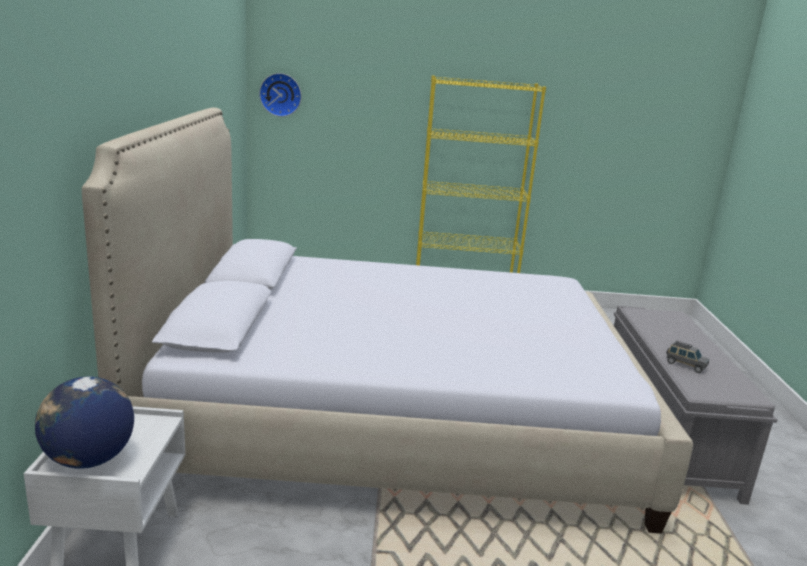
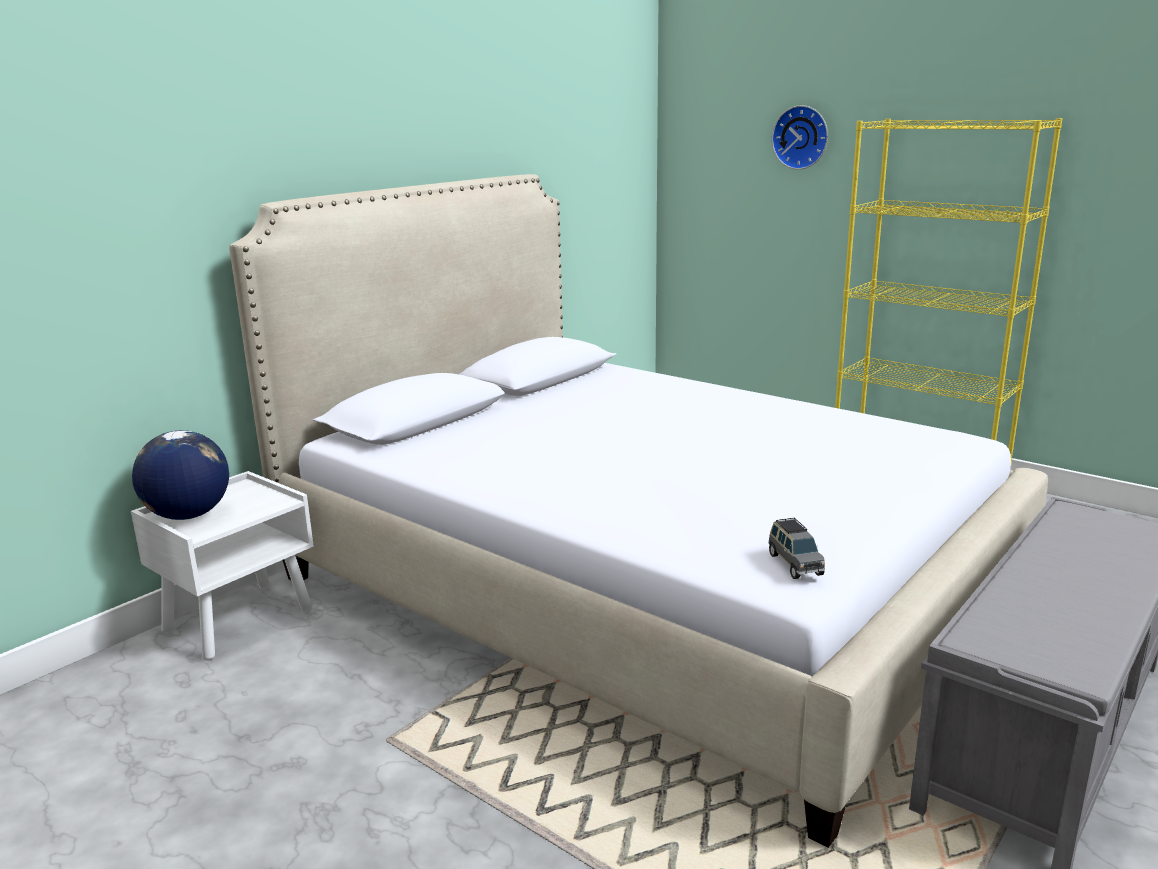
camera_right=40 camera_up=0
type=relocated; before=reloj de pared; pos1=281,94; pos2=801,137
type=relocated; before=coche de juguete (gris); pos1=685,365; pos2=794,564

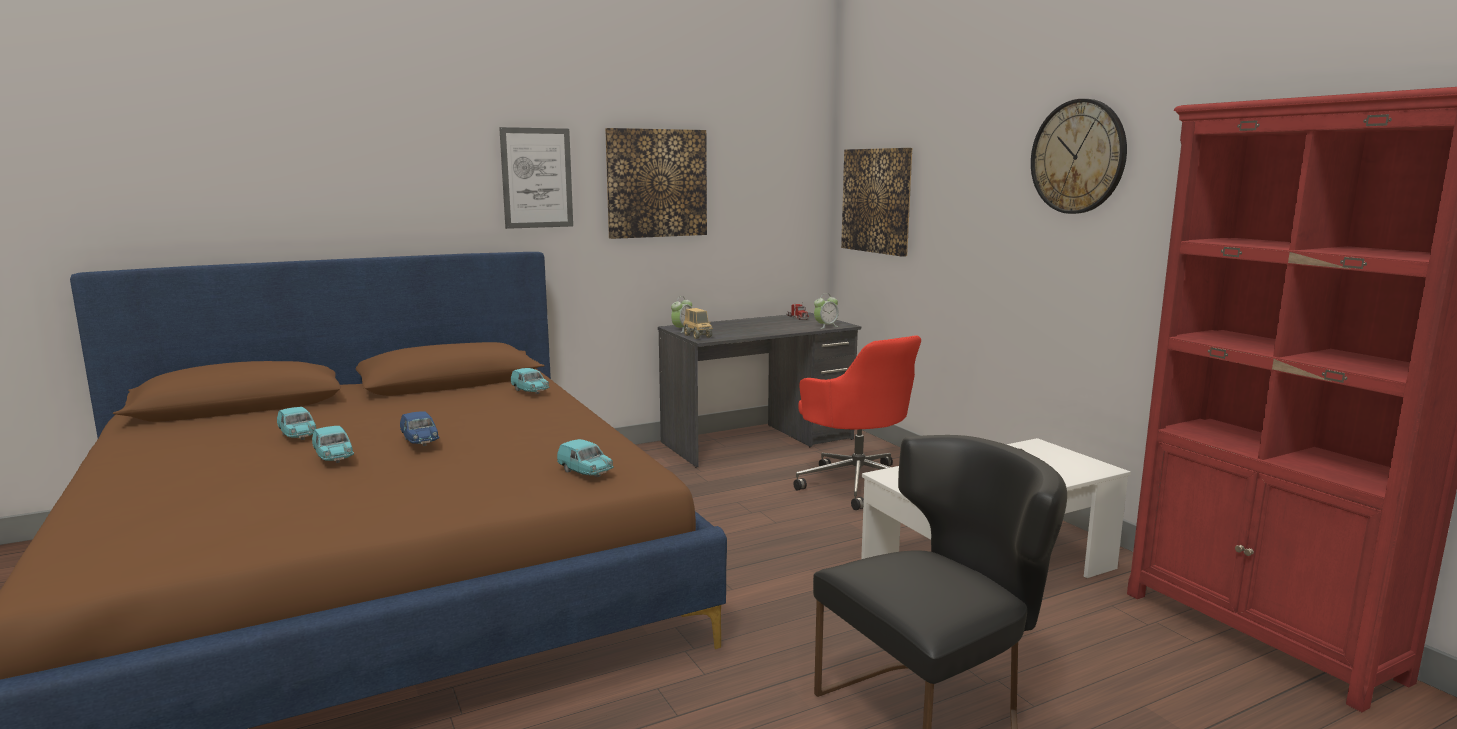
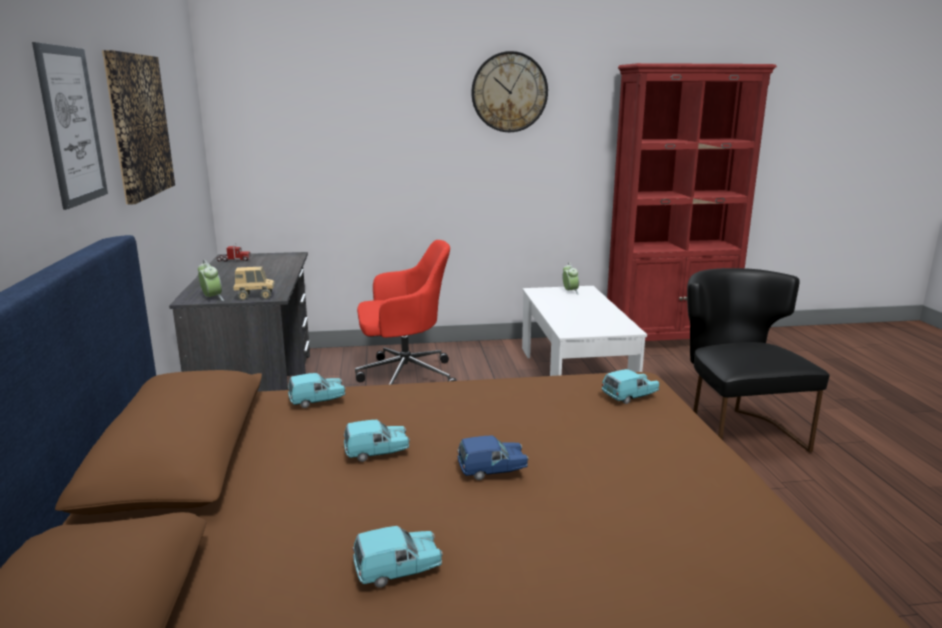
camera_right=-70 camera_up=5
type=relocated; before=coche de juguete (turquesa); pos1=334,458; pos2=376,452
type=relocated; before=despertador; pos1=825,326; pos2=570,292
type=missing; before=cuadro; pos1=877,200

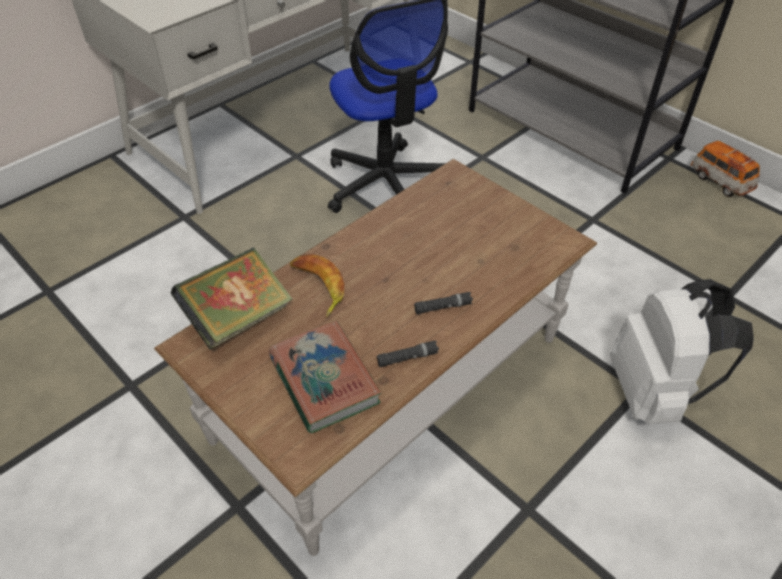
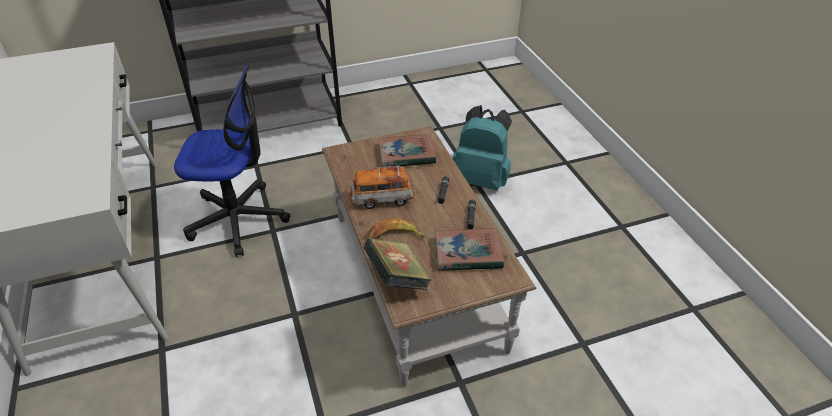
camera_right=-65 camera_up=-5
type=colour; before=mochila (blanco); after=mochila (turquesa); pos1=654,393; pos2=481,179
type=relocated; before=coche de juguete; pos1=720,181; pos2=382,199
type=appeared; after=libro; pos2=406,155

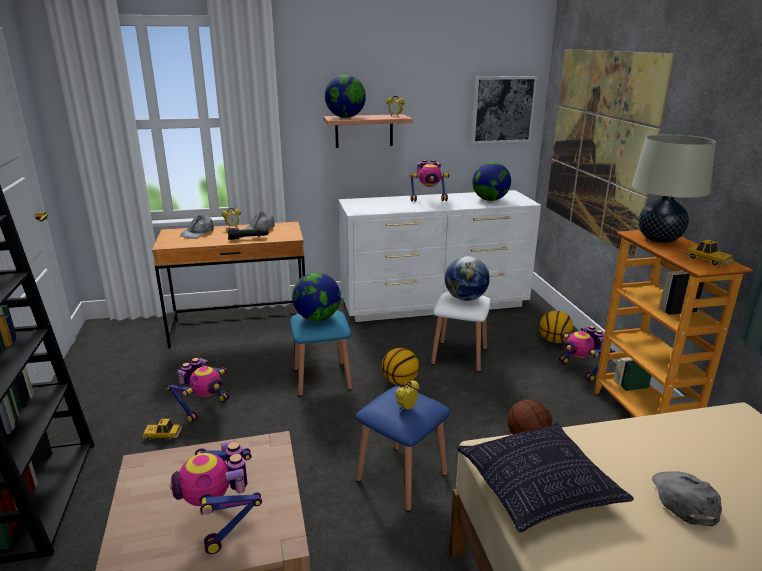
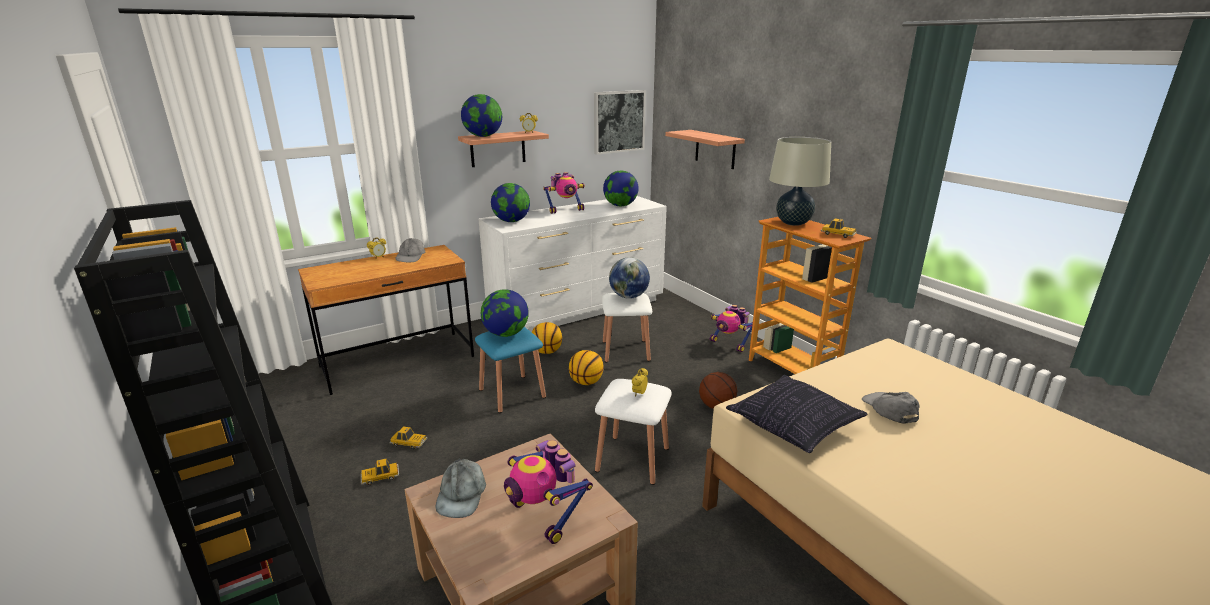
camera_right=-20 camera_up=0
type=exchanged; before=robot de juguete; after=coche de juguete; pos1=204,407; pos2=409,443
type=relocated; before=gorra (gris); pos1=198,232; pos2=461,494
type=missing; before=linterna (negro); pos1=248,238
type=colour; before=taburete (azul); after=taburete (blanco); pos1=401,477; pos2=632,459
type=relocated; before=balón de baloncesto; pos1=554,341; pos2=547,351
type=exchanged; before=cuadro; after=estante; pos1=598,145; pos2=715,149
type=appeared; after=globo terráqueo; pos2=511,221

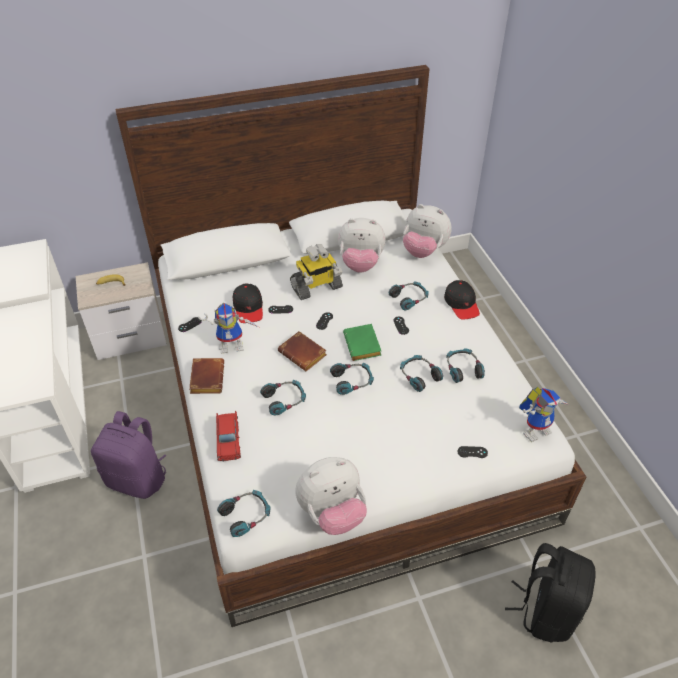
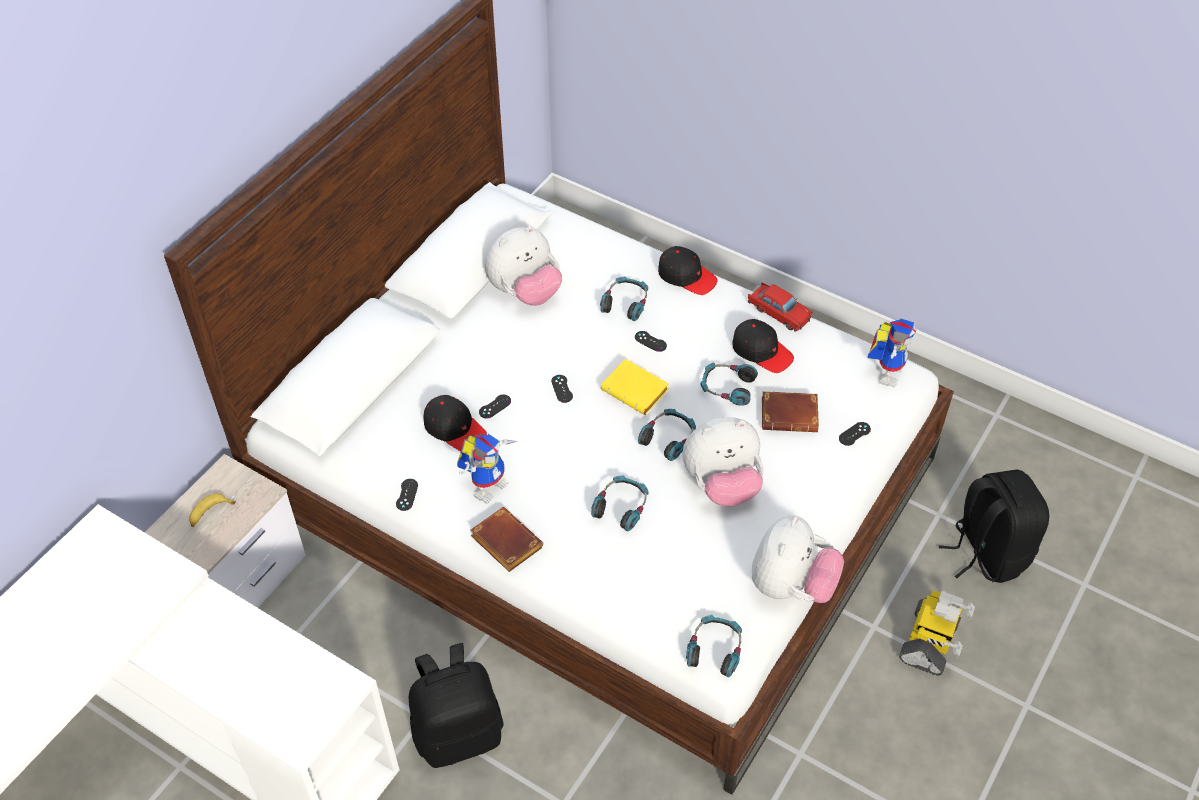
camera_right=-40 camera_up=5
type=colour; before=mochila (morado); after=mochila (negro); pos1=138,479; pos2=459,733
type=relocated; before=coche de juguete (rojo); pos1=228,440; pos2=779,312
type=relocated; before=libro (marrón); pos1=304,354; pos2=790,415
type=relocated; before=robot de juguete; pos1=316,287; pos2=930,642
type=colour; before=libro (verde); after=libro (amarillo); pos1=363,346; pos2=637,391
type=relocated; before=peluche; pos1=423,251; pos2=722,484
type=exchanged; before=auriculares; after=gorra (negro); pos1=463,369; pos2=762,351

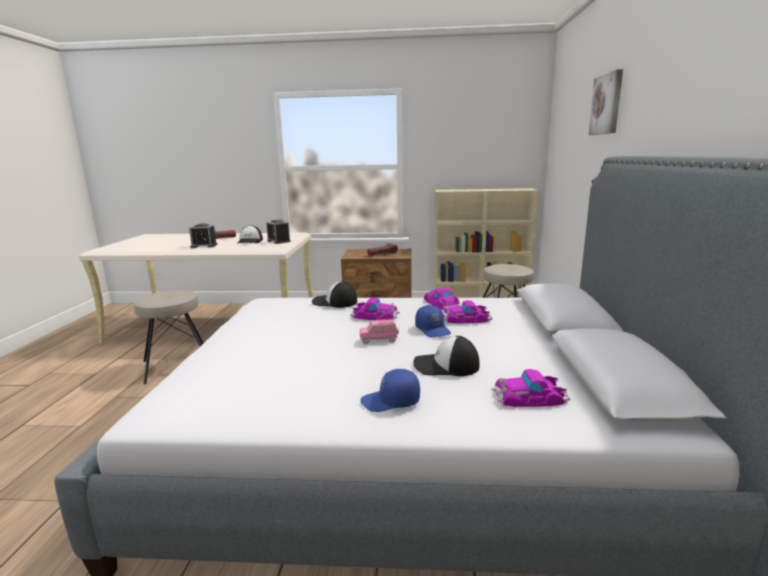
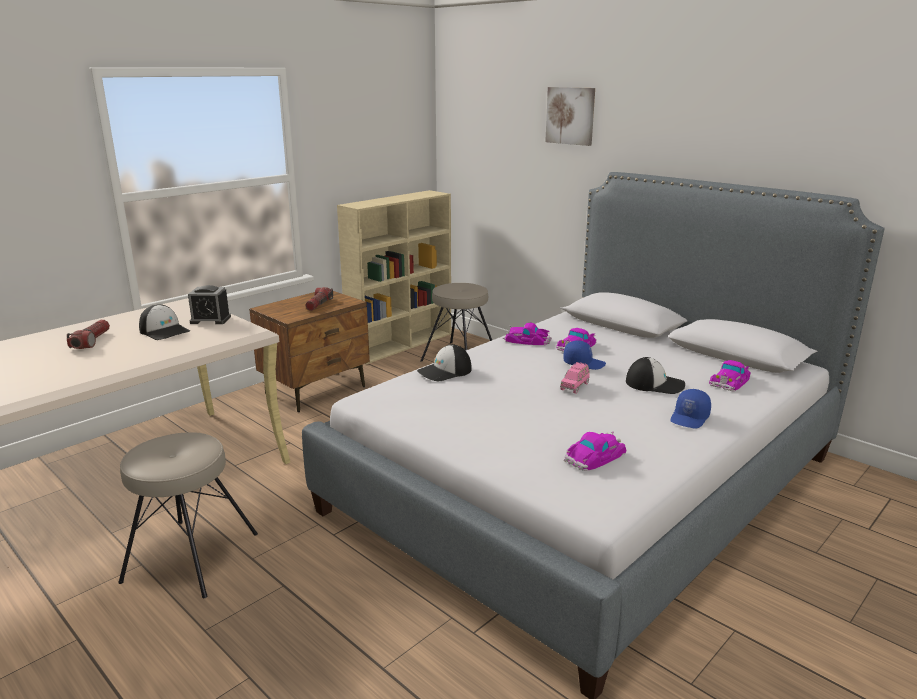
camera_right=-50 camera_up=5
type=missing; before=despertador; pos1=204,246
type=relocated; before=coche de juguete; pos1=375,316; pos2=594,456
type=spun; before=gorra; pos1=445,366; pos2=655,384; turn=-120

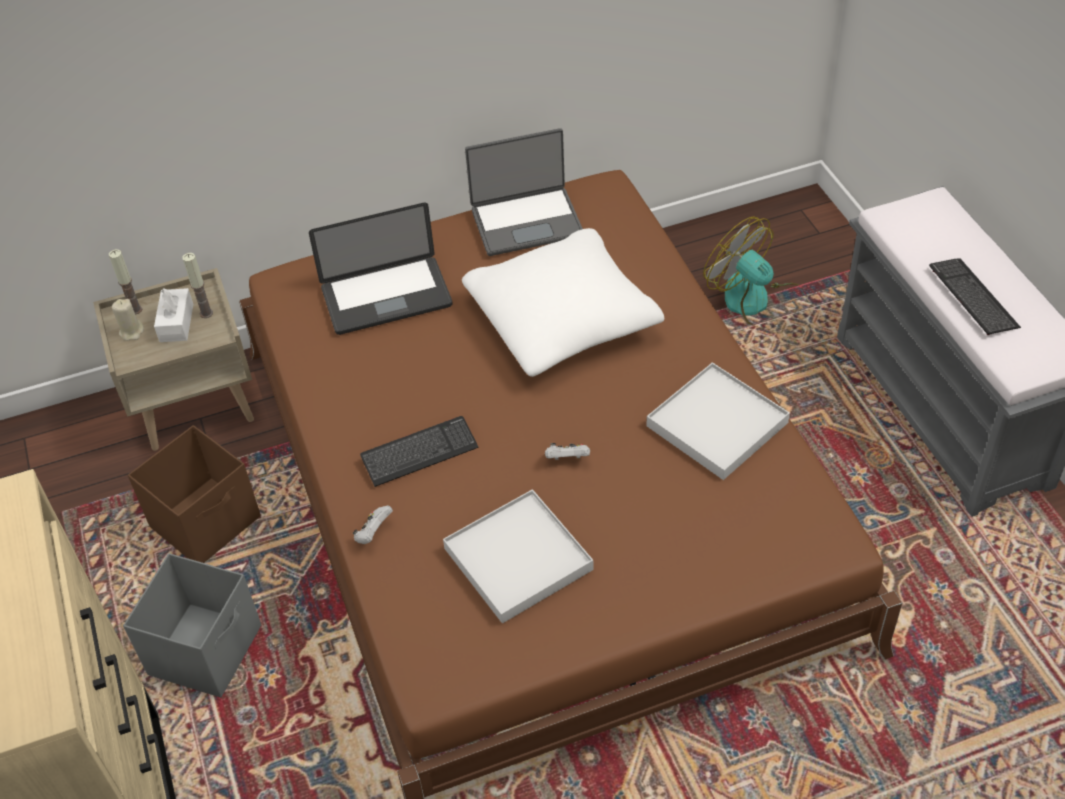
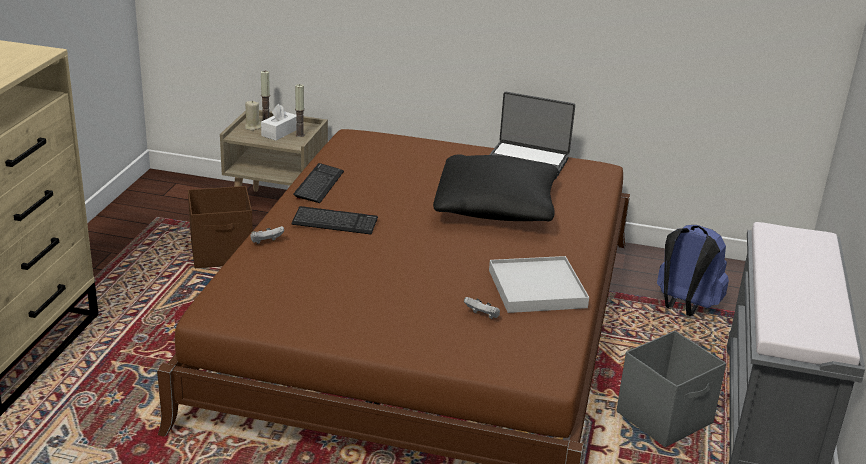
camera_right=30 camera_up=-20
type=relocated; before=caja de almacenaje (gris); pos1=207,649; pos2=665,418
type=missing; before=portátil; pos1=386,297
type=missing; before=bandeja (blanco); pos1=518,558
type=colour; before=cojín (blanco); after=cojín (negro); pos1=562,319; pos2=496,207
type=relocated; before=mando de consola (blanco); pos1=567,459; pos2=482,316
type=exchanged; before=ventilador; after=mochila (azul); pos1=756,303; pos2=684,306
type=relocated; before=teclado; pos1=972,298; pos2=319,185

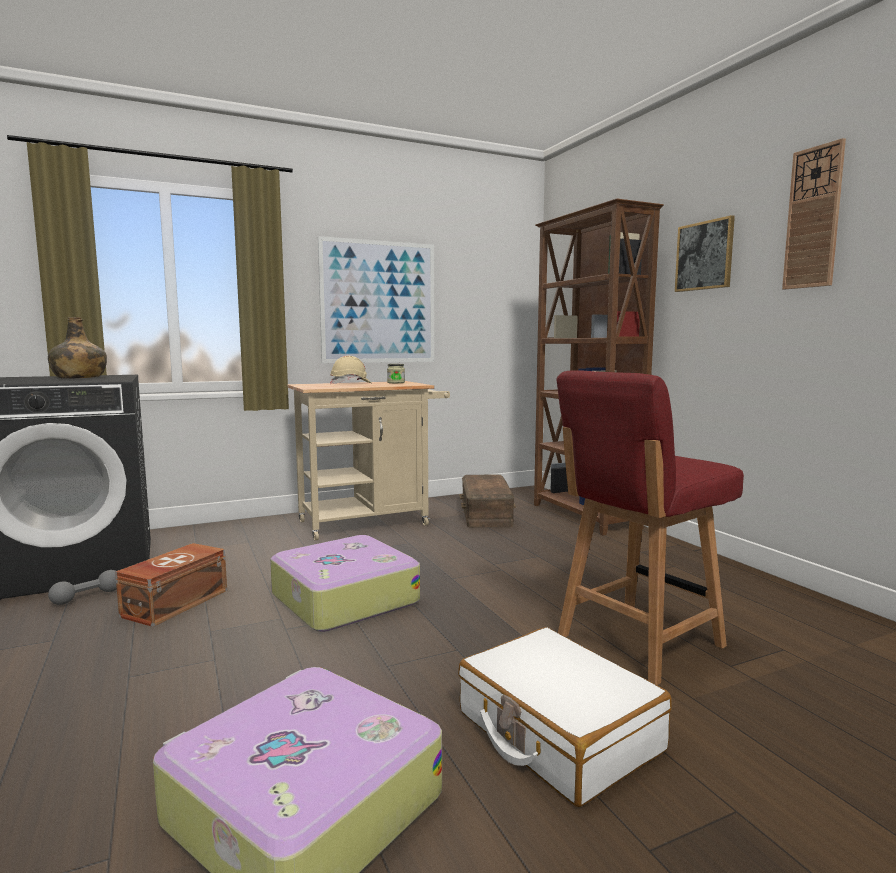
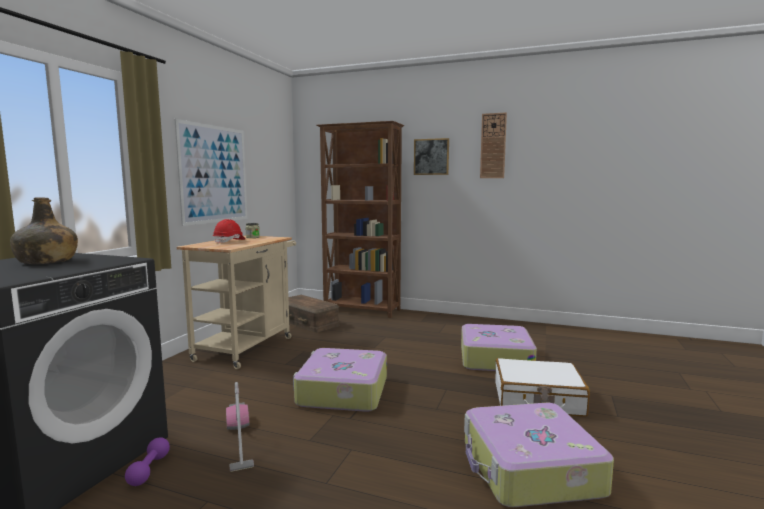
camera_right=-45 camera_up=0
type=colour; before=mancuerna (gris); after=mancuerna (morado); pos1=87,597; pos2=149,470
type=exchanged; before=caja de almacenaje (marrón); after=aspiradora; pos1=173,603; pos2=239,440
type=colour; before=casco (beis); after=casco (rojo); pos1=351,384; pos2=229,241
type=exchanged; before=silla (rojo); after=maleta; pos1=637,642; pos2=494,358

